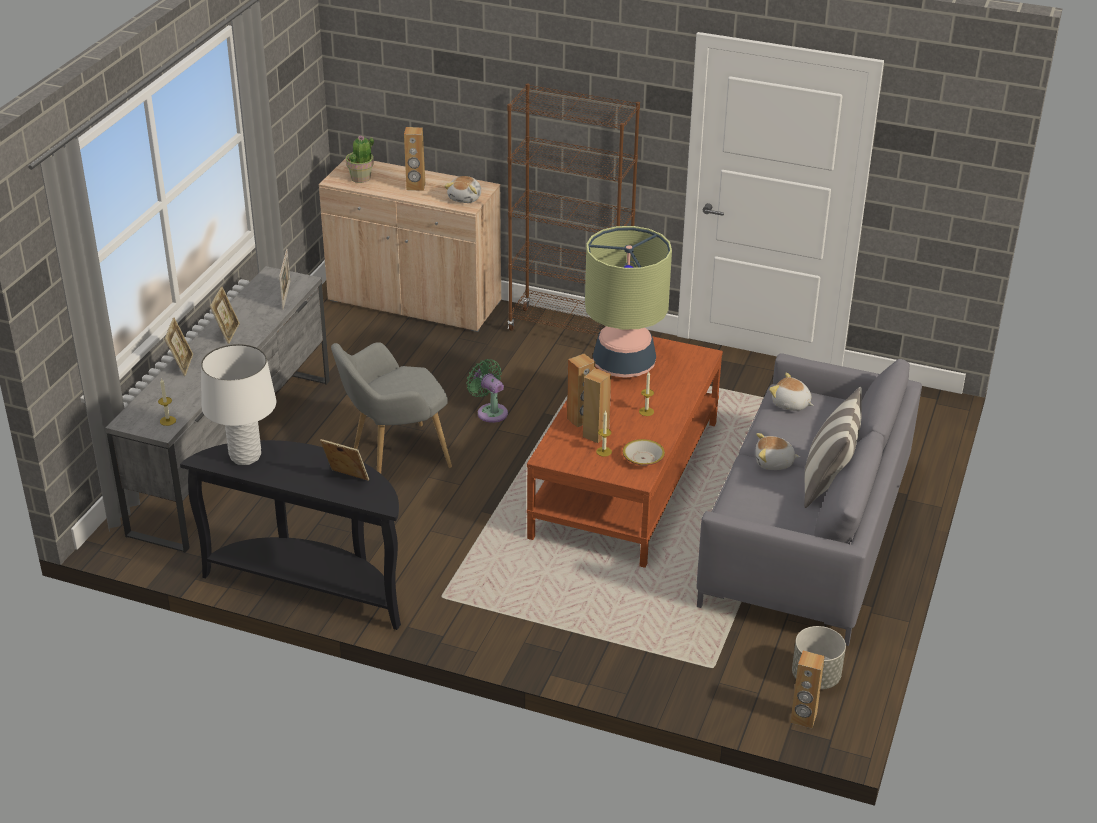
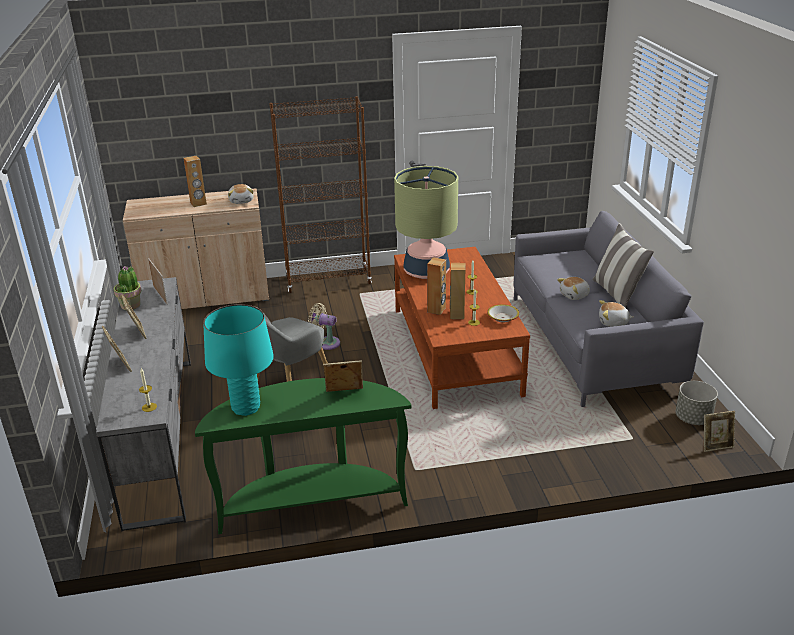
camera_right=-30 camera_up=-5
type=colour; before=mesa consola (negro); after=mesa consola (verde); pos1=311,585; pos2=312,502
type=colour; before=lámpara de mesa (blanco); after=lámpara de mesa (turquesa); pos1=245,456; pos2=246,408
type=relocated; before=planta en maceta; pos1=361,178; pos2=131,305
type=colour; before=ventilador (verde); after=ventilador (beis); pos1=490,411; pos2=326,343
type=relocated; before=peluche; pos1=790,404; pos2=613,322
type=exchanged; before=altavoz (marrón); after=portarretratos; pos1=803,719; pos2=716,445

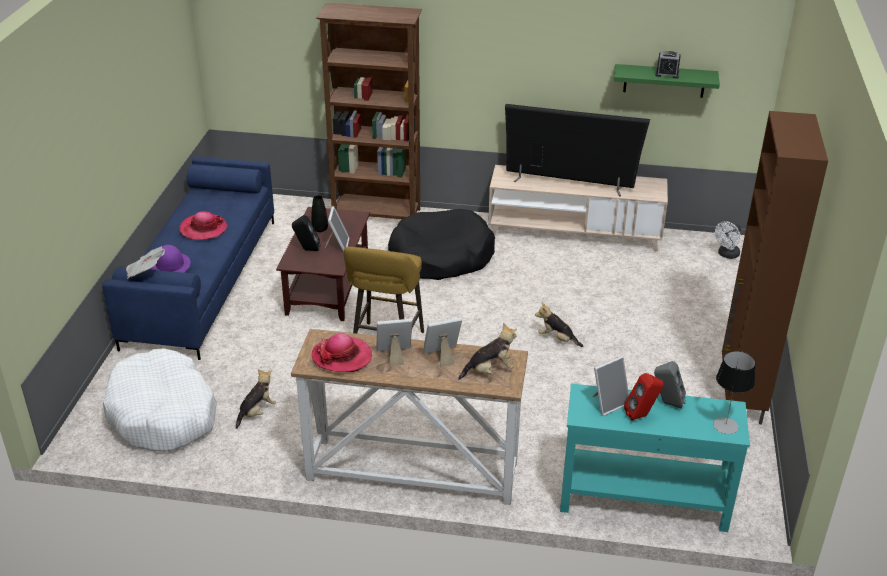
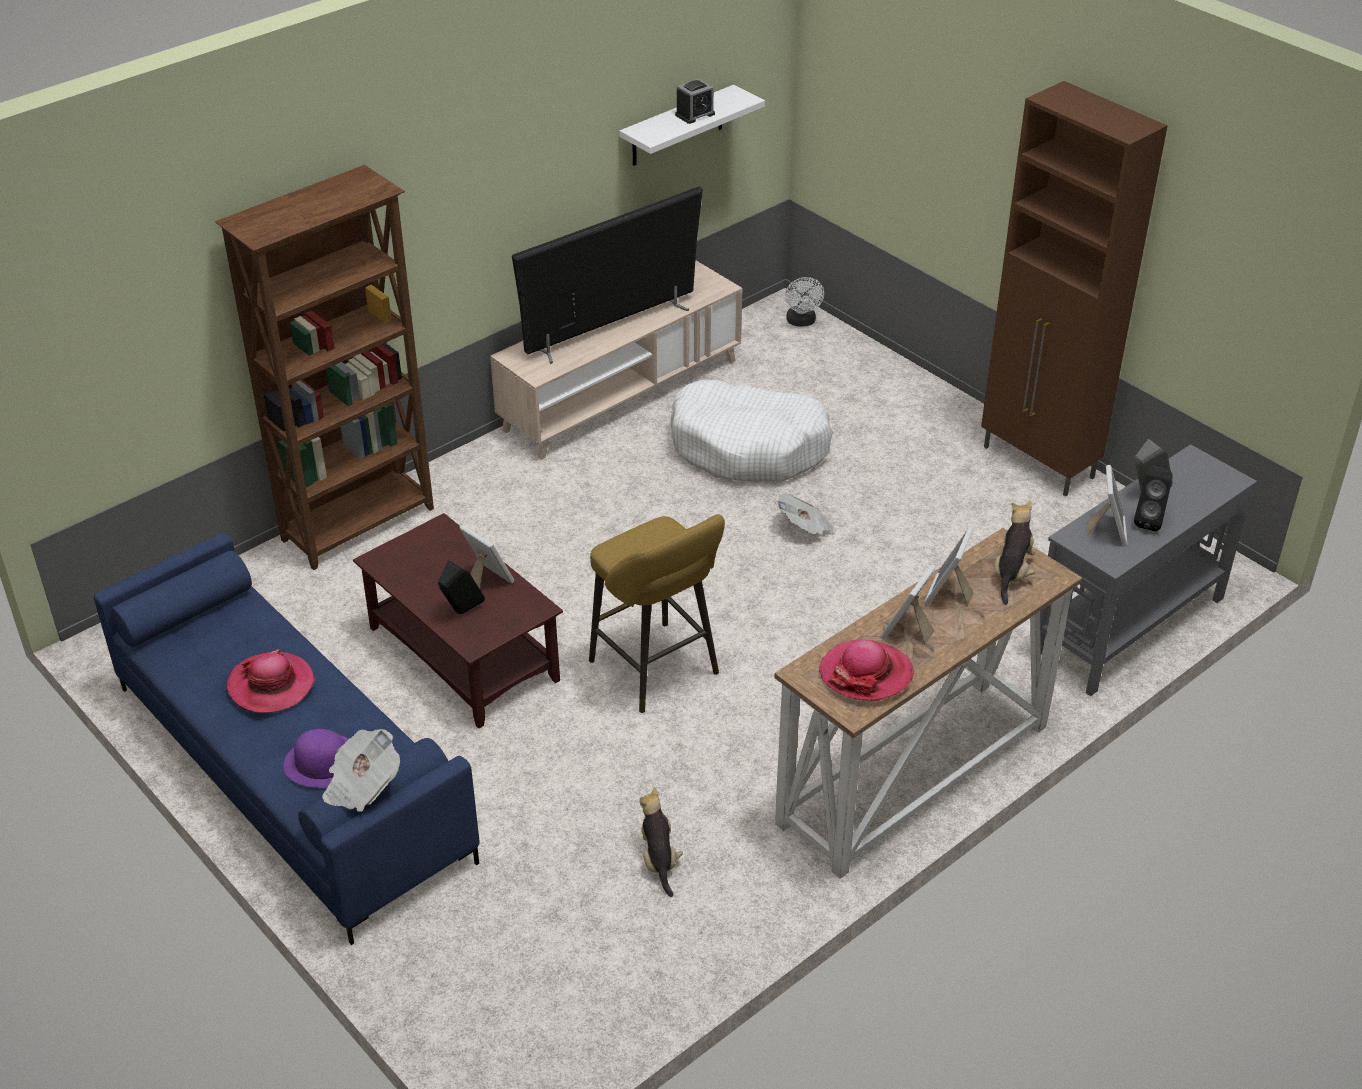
camera_right=-50 camera_up=5
type=relocated; before=cama para perro (blanco); pos1=163,414; pos2=749,447
type=missing; before=florero (negro); pos1=320,229
type=missing; before=cama para perro (negro); pos1=440,257
type=exchanged; before=peluche; after=periódico; pos1=557,339; pos2=805,528
type=colour; before=mesa consola (turquesa); after=mesa consola (gris); pos1=642,500; pos2=1127,626
type=colour; before=estante (verde); after=estante (blanco); pos1=664,81; pos2=677,126
type=colour; before=altavoz (rojo); after=altavoz (negro); pos1=641,415; pos2=1149,520
type=missing; before=lámpara de mesa; pos1=725,425

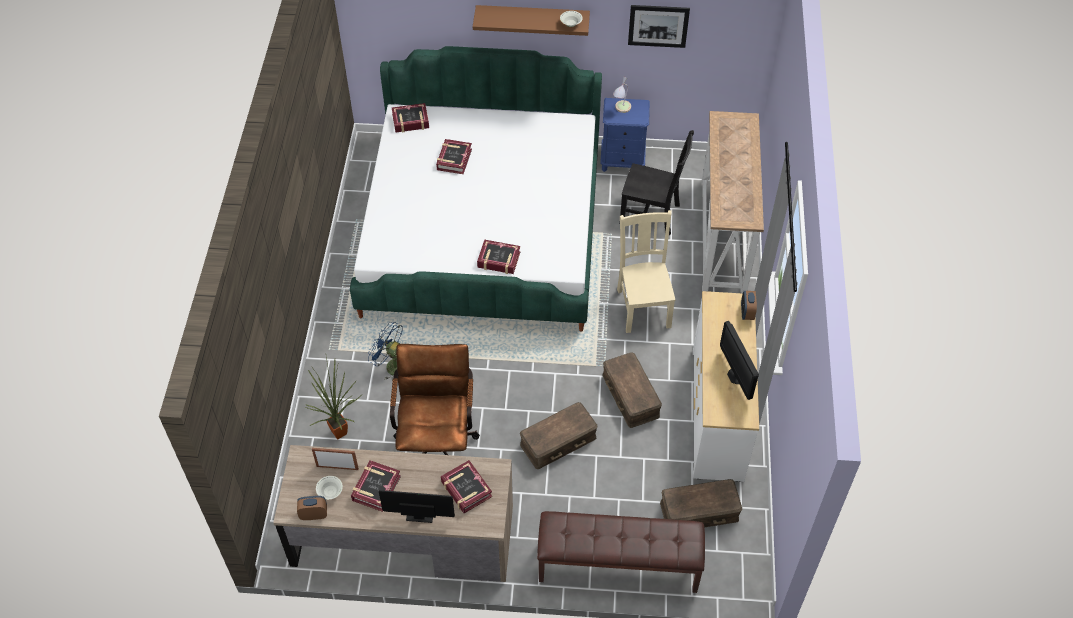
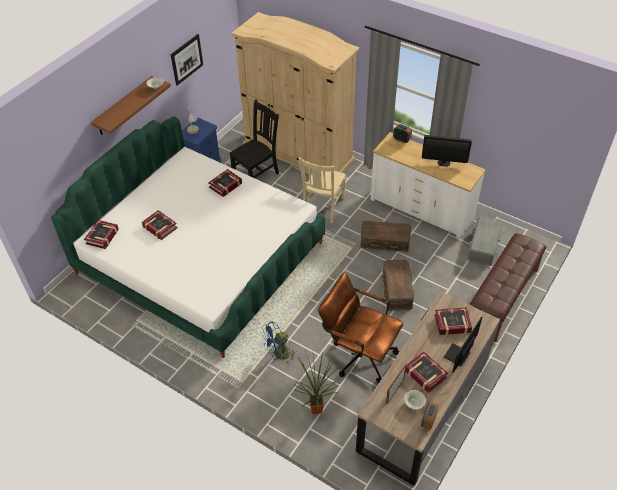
camera_right=-60 camera_up=-5
type=relocated; before=libro; pos1=498,260; pos2=225,185
type=spun; before=silla (beis); pos1=643,306; pos2=323,207; turn=-90
type=colour; before=caja de almacenaje (marrón); after=caja de almacenaje (gris); pos1=699,512; pos2=484,246
type=exchanged; before=mesa consola; after=armario ropero (beis); pos1=723,236; pos2=298,151

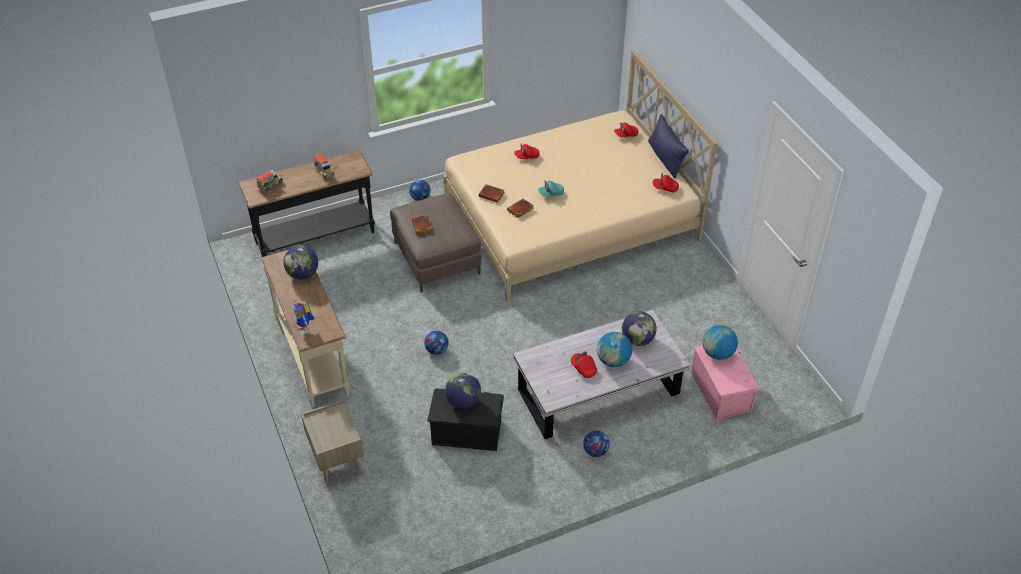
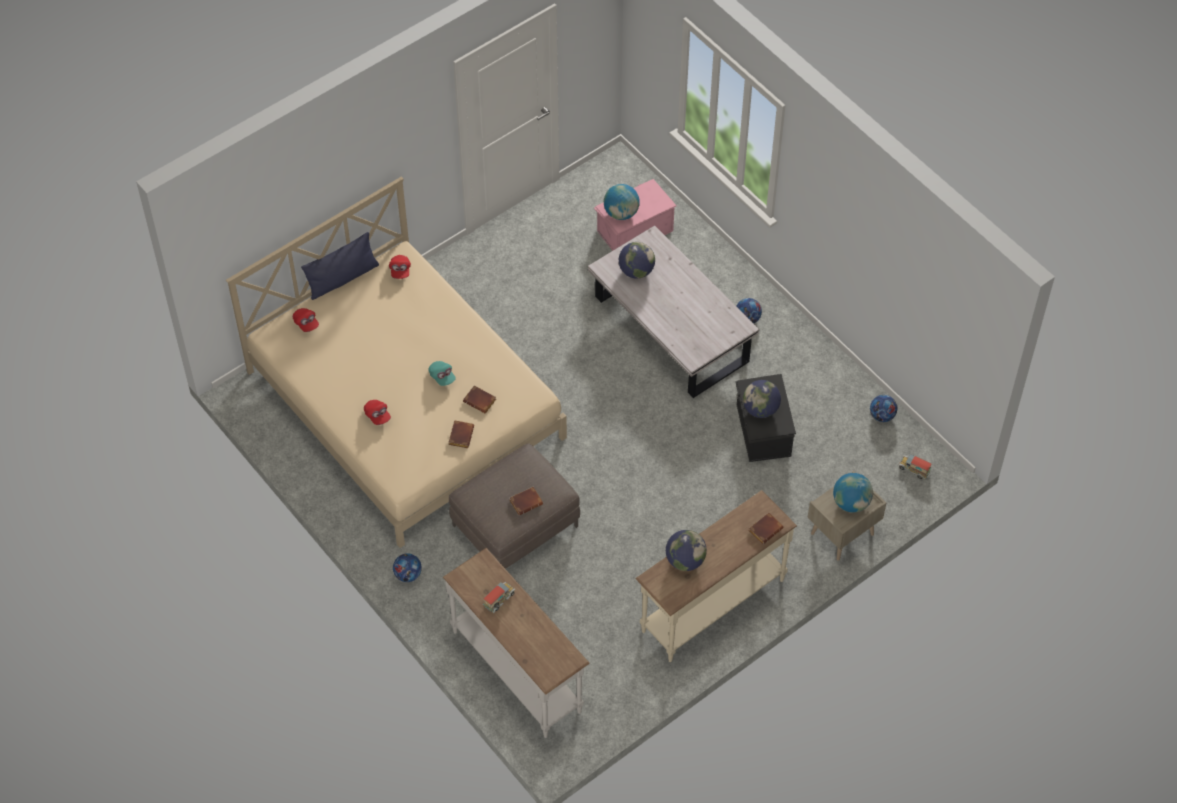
camera_right=-105 camera_up=10
type=colour; before=mesa consola (negro); after=mesa consola (blanco); pos1=315,238; pos2=518,670
type=relocated; before=camión de juguete; pos1=270,185; pos2=914,470
type=exchanged; before=robot de juguete; after=libro (marrón); pos1=306,329; pos2=765,529
type=relocated; before=balón de fútbol; pos1=437,350; pos2=882,416
type=missing; before=gorra (rojo); pos1=583,368
type=relocated; before=globo terráqueo; pos1=613,361; pos2=851,502

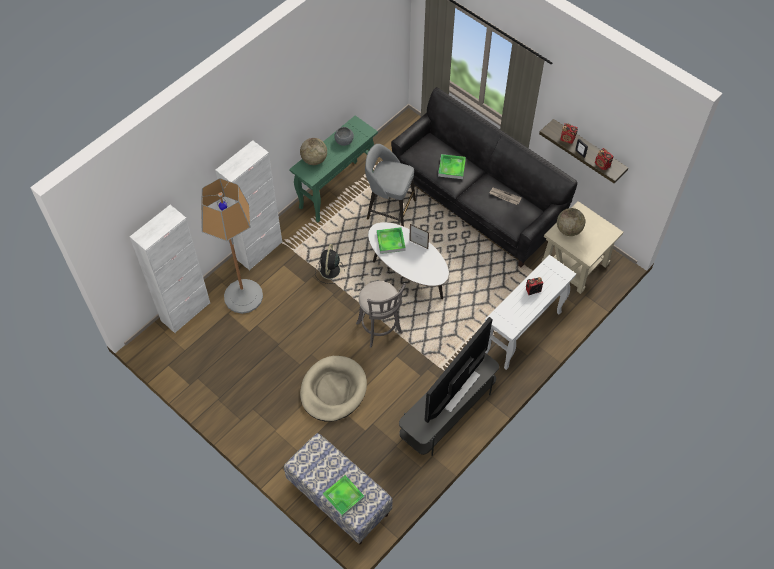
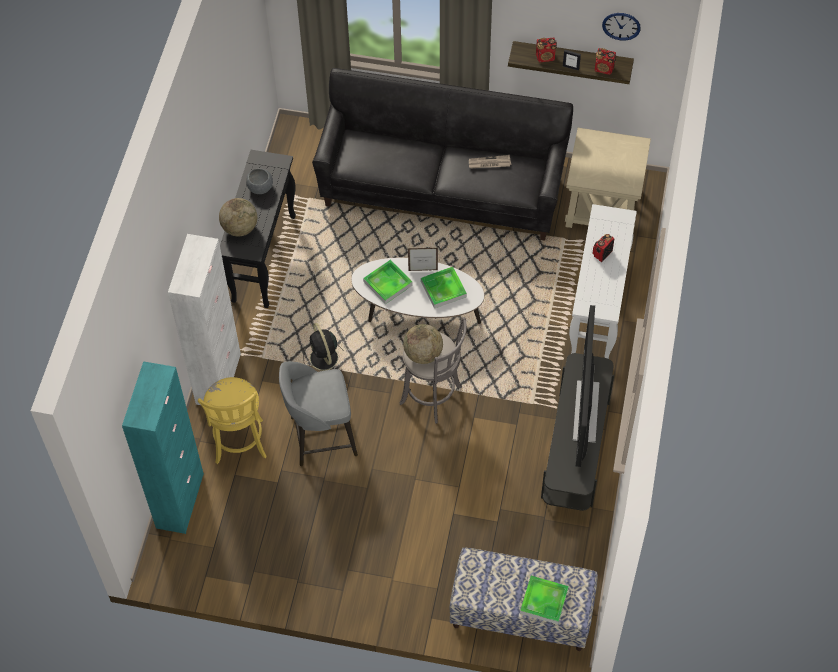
camera_right=-30 camera_up=0
type=colour; before=armario (blanco); after=armario (turquesa); pos1=185,312; pos2=180,501
type=exchanged; before=lámpara de pie; after=taburete (amarillo); pos1=243,296; pos2=239,444
type=colour; before=mesa consola (verde); after=mesa consola (negro); pos1=337,190; pos2=264,257
type=missing; before=cama para perro (beis); pos1=333,390
type=relocated; before=taburete (gris); pos1=389,209; pos2=321,436
type=relocated; before=bandeja; pos1=451,168; pos2=443,289
type=relocated; before=globo terráqueo; pos1=568,230; pos2=423,354
type=appeared; after=reloj de pared; pos2=621,26

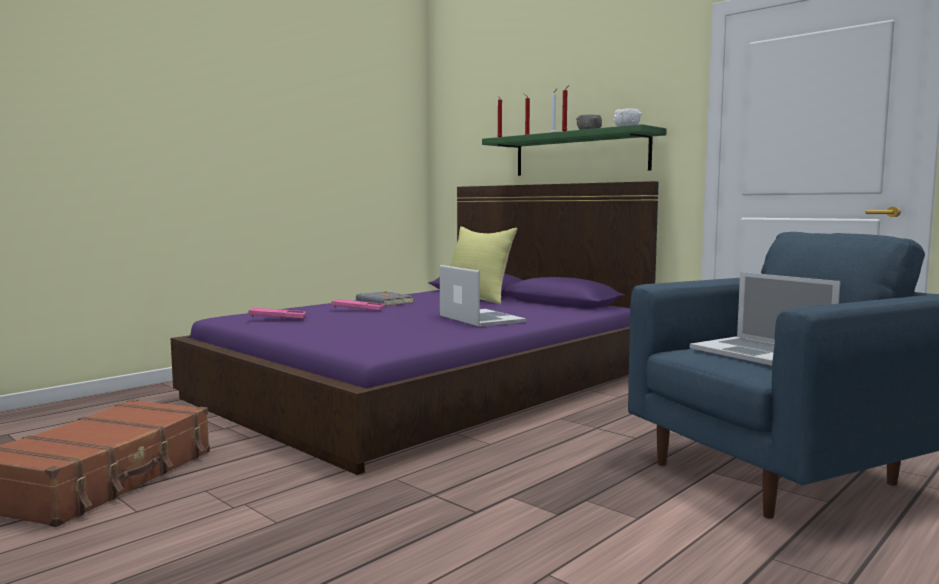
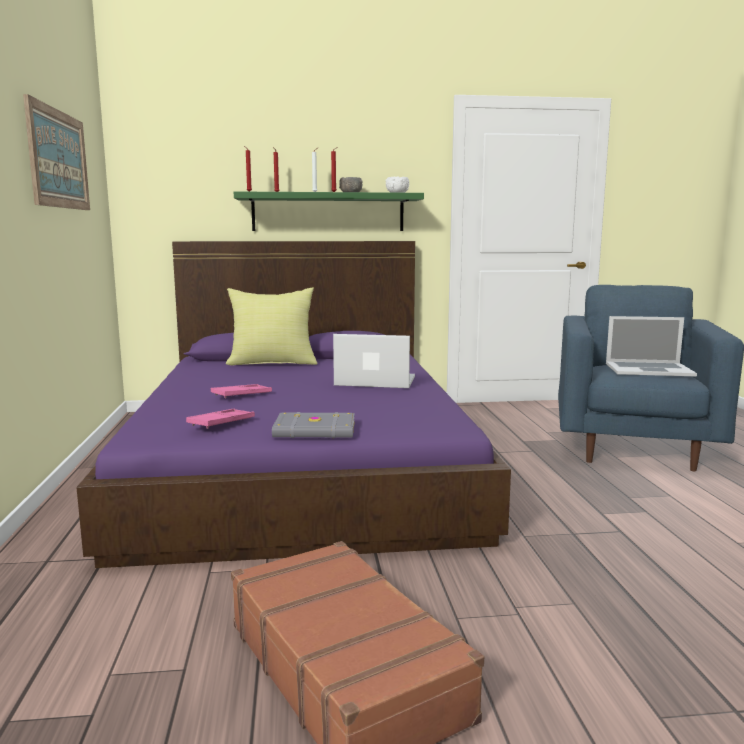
camera_right=-50 camera_up=5
type=relocated; before=libro (gris); pos1=384,302; pos2=315,430
type=appeared; after=cuadro; pos2=58,159

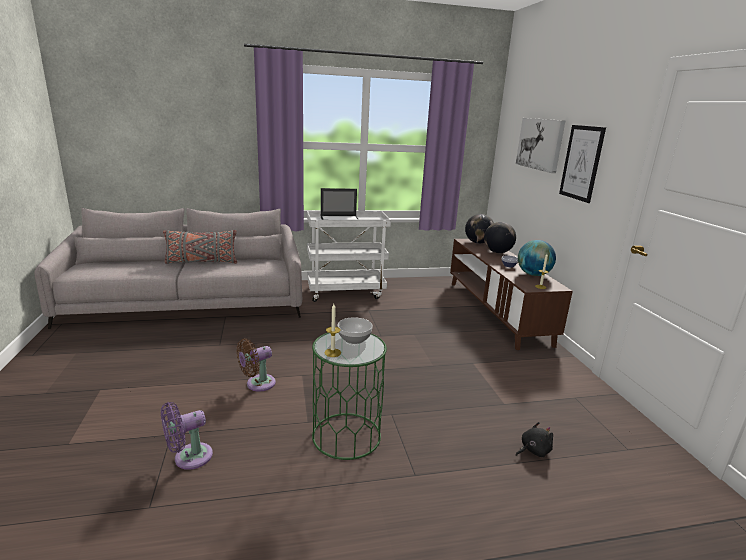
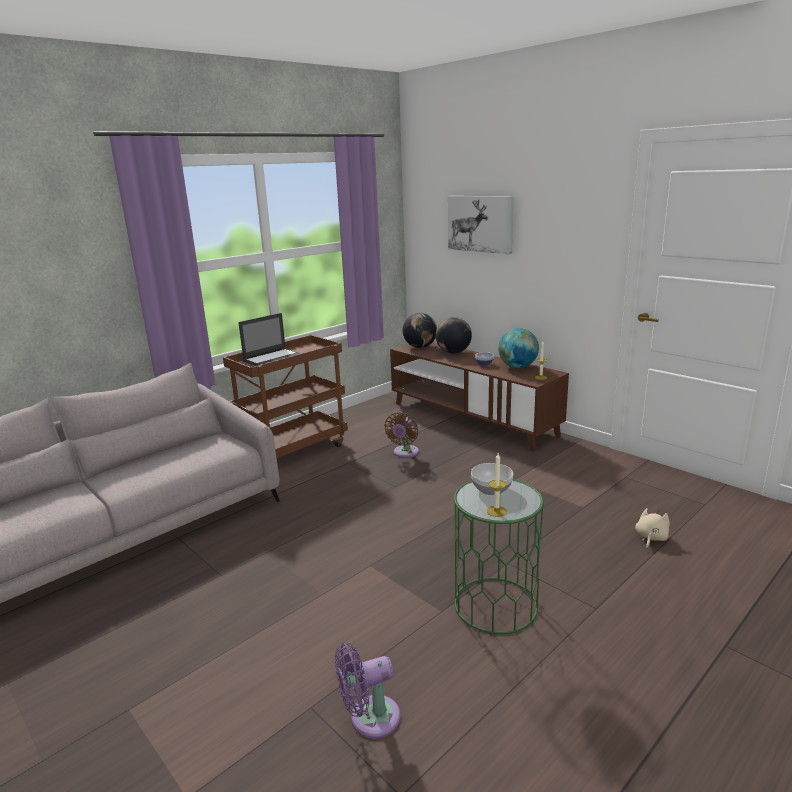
camera_right=-30 camera_up=0
type=spun; before=ventilador (morado); pos1=189,458; pos2=369,719; turn=45
type=missing; before=cojín (gris); pos1=201,262
type=relocated; before=ventilador (marrón); pos1=257,384; pos2=405,453
type=colour; before=carrito (blanco); after=carrito (marrón); pos1=346,292; pos2=294,451
type=colour; before=peluche (negro); after=peluche (beis); pos1=533,450; pos2=650,538
type=missing; before=cuadro; pos1=581,163

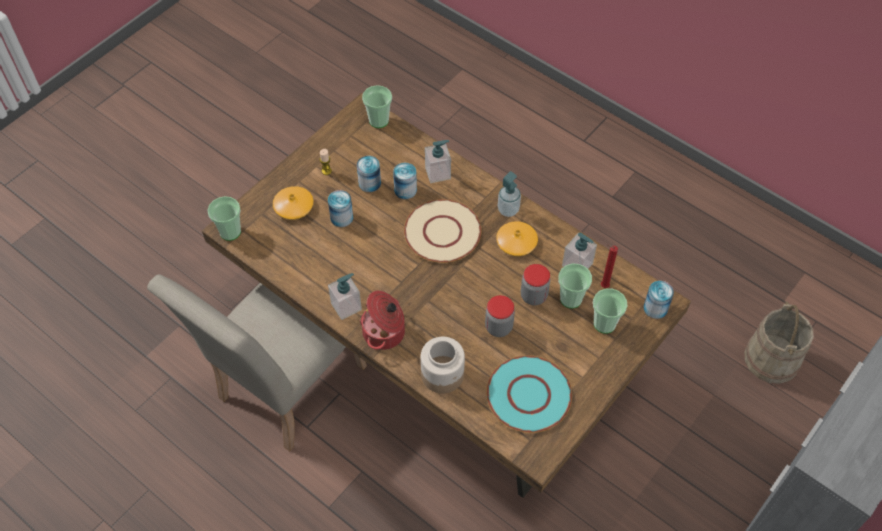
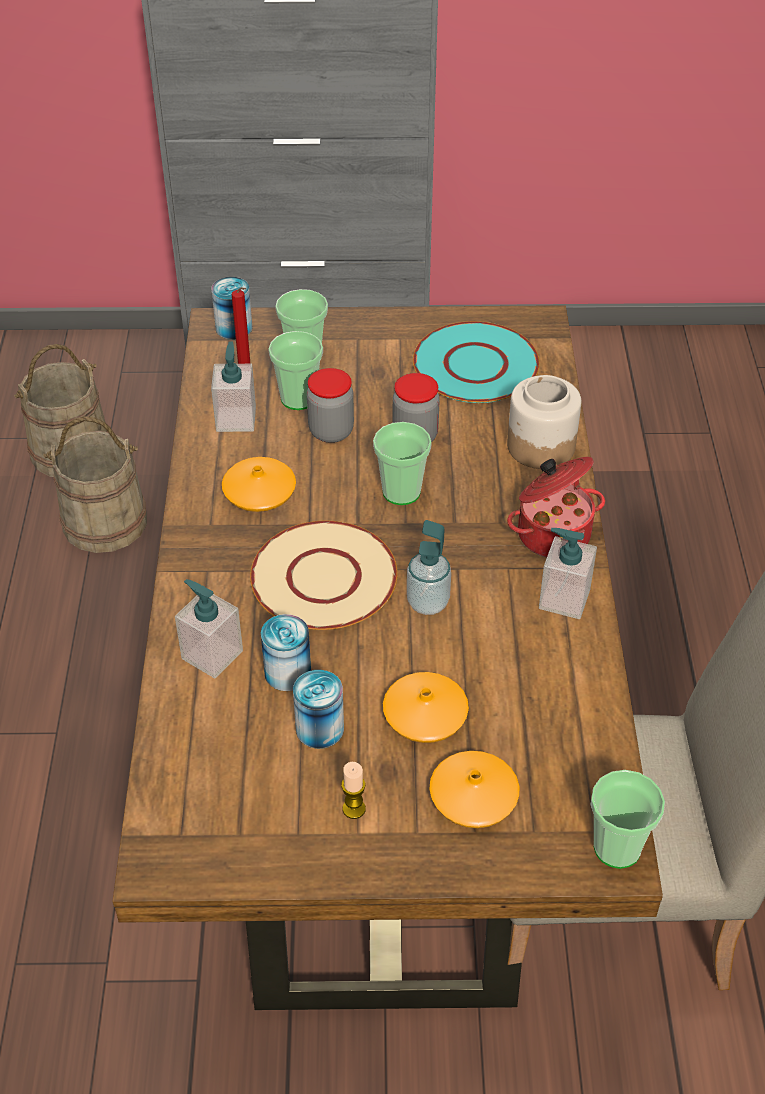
camera_right=-130 camera_up=-10
type=exchanged; before=lata; after=florero (naranja); pos1=341,217; pos2=425,715
type=relocated; before=taza; pos1=378,120; pos2=401,492
type=relocated; before=dispensador de jabón; pos1=508,210; pos2=428,602
type=appeared; after=cubo (beis); pos2=105,521

